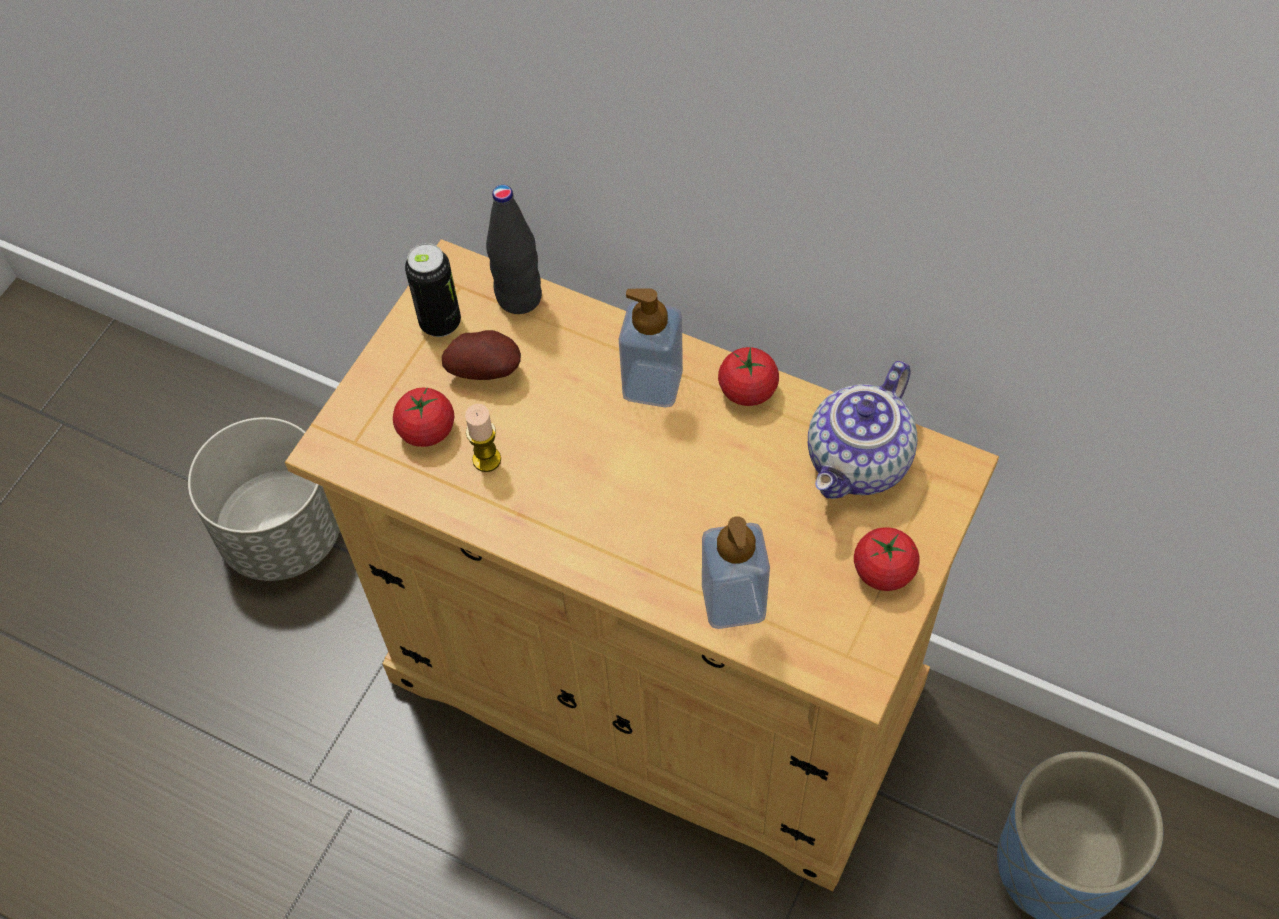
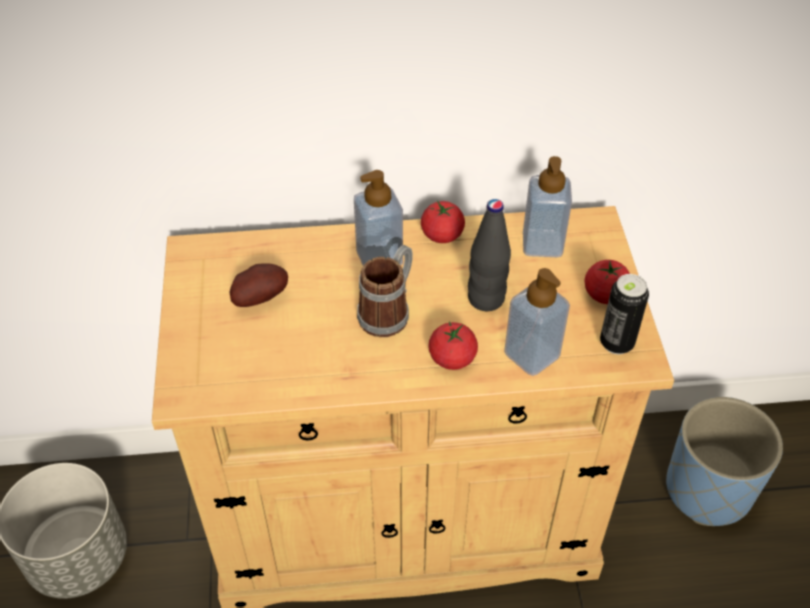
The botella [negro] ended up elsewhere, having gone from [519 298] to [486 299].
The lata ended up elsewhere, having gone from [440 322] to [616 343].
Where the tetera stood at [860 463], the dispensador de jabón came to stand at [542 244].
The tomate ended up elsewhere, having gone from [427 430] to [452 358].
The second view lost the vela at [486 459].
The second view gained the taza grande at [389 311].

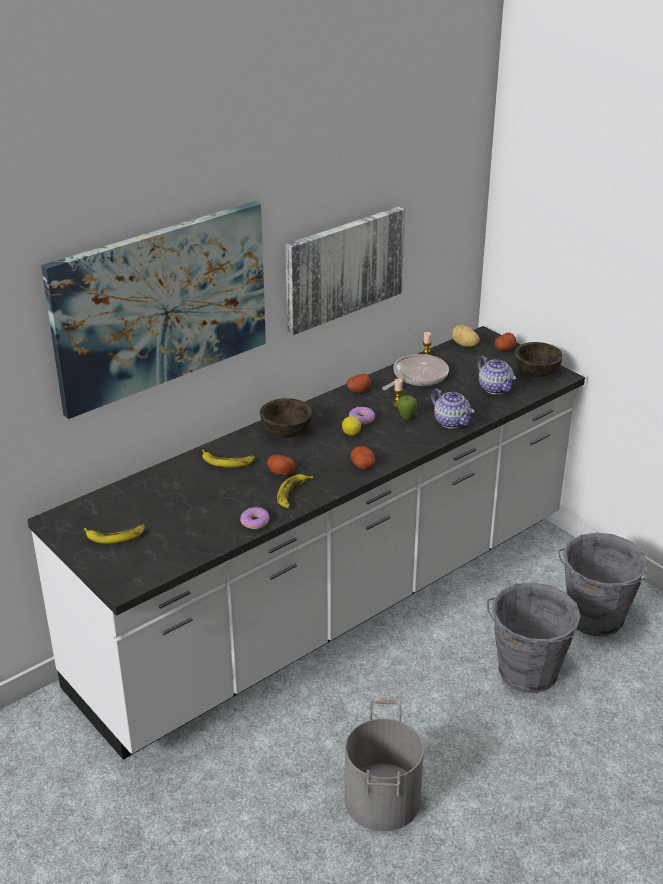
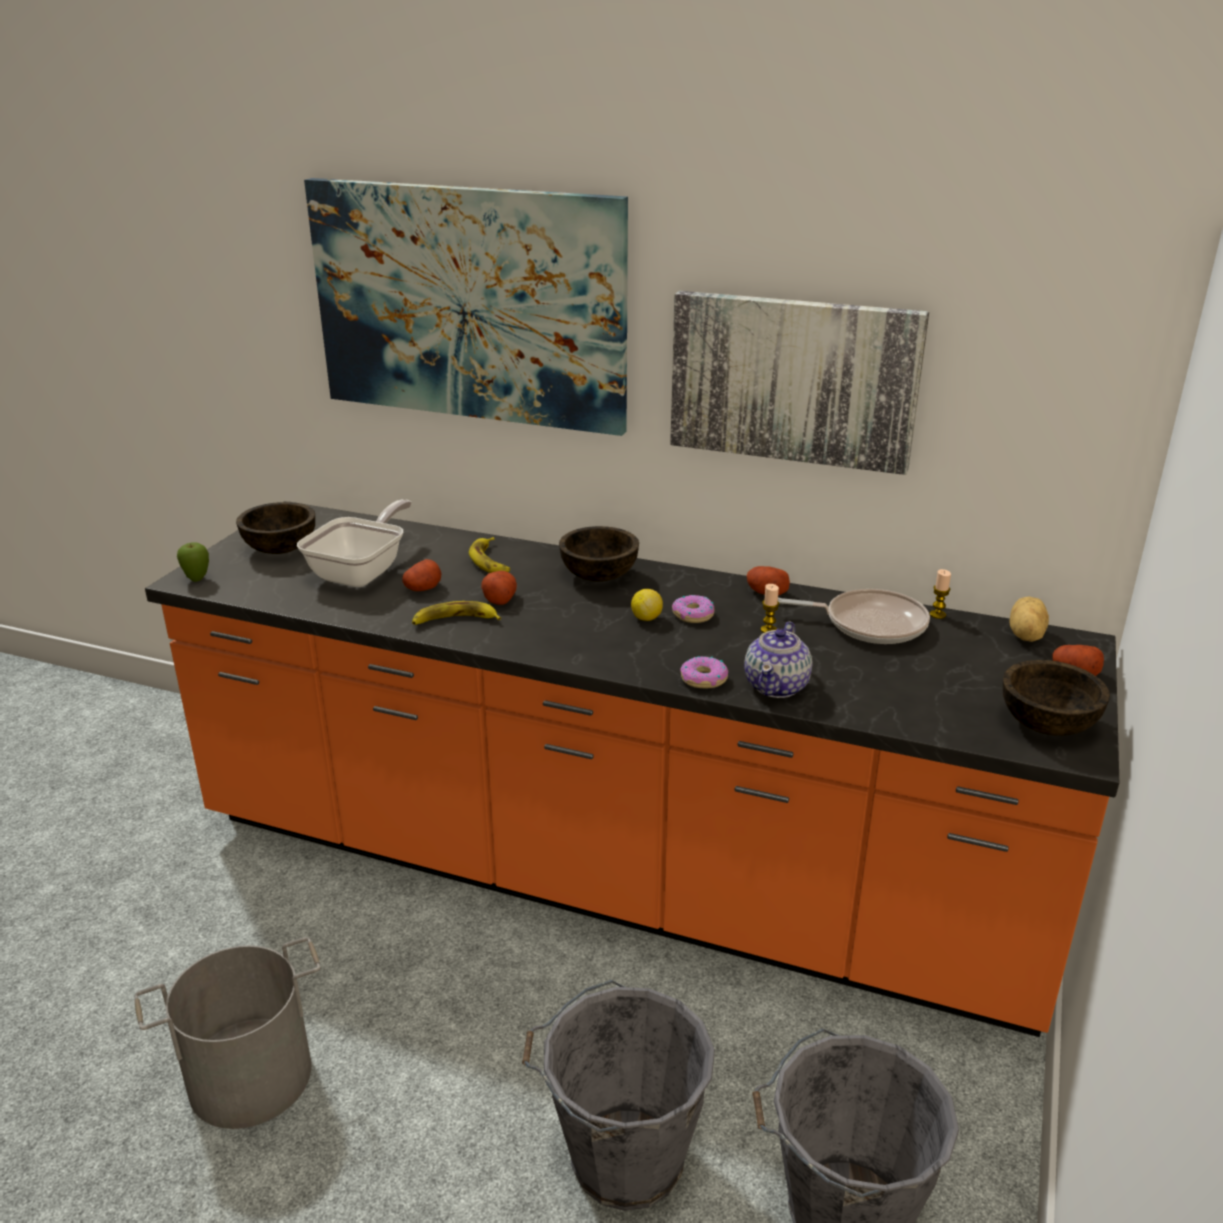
What was the mueble bajo de cocina [blanco] at [331 603] turned into the mueble bajo de cocina [naranja] at [611 872].
The second view lost the tetera at [495 388].
The manzana ended up elsewhere, having gone from [406 418] to [197 579].
The patata ended up elsewhere, having gone from [363 465] to [423 588].
The rosquilla ended up elsewhere, having gone from [255 522] to [703 679].
Where the plátano stood at [115 536], the cuenco [marrón] came to stand at [281 548].
The second view gained the sartén at [363 572].

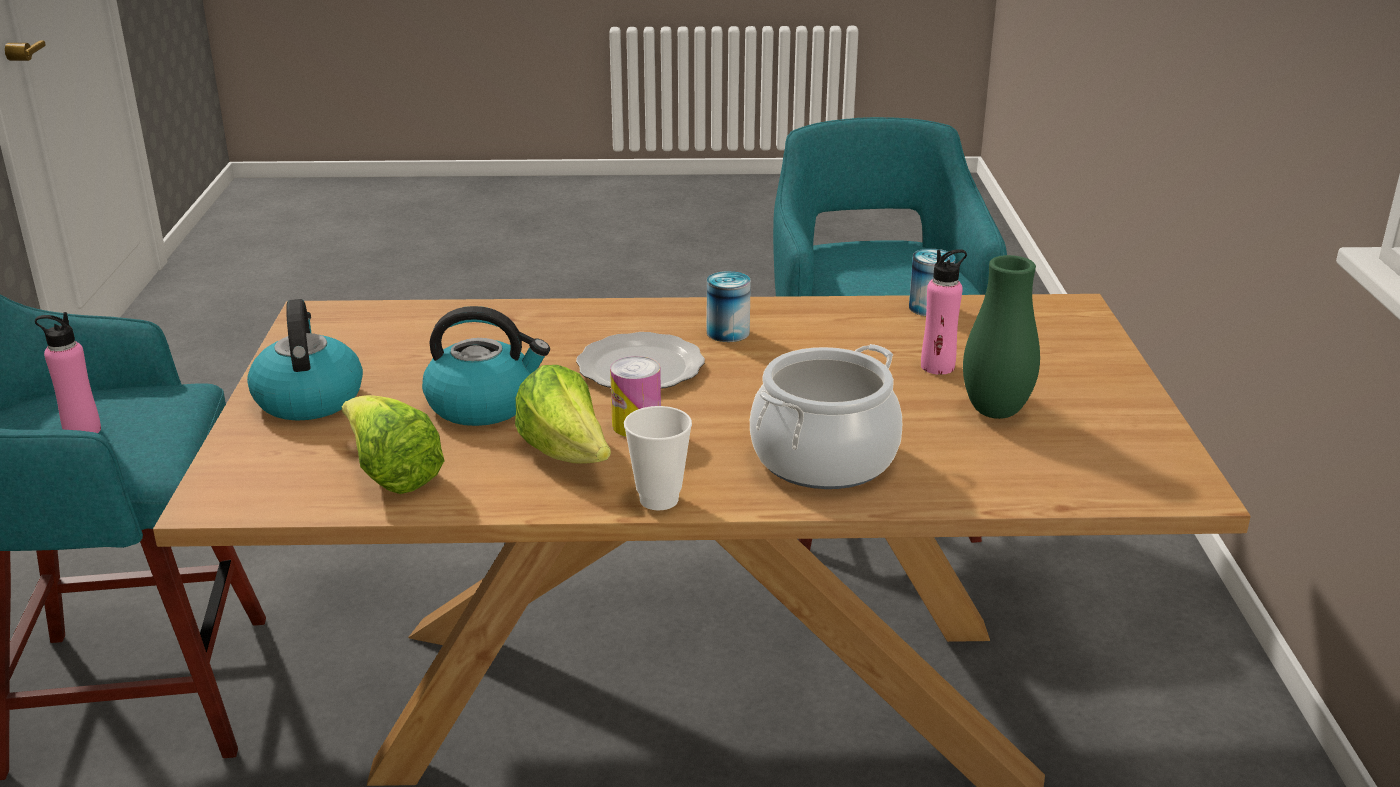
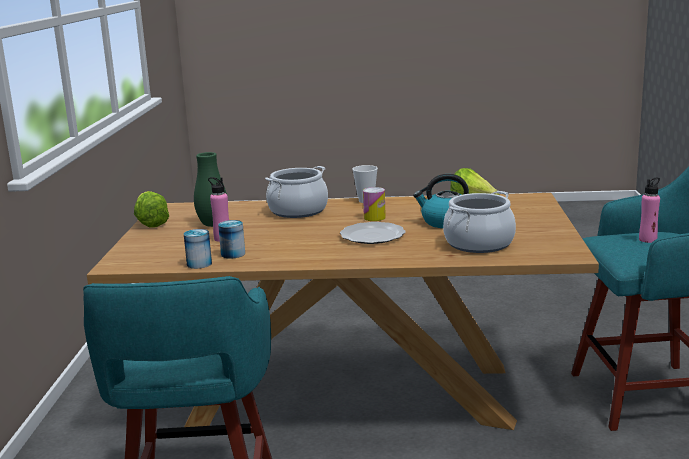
The lata ended up elsewhere, having gone from [728 332] to [233 254].
The second view lost the hervidor at [308 398].
The lechuga ended up elsewhere, having gone from [567 454] to [150 223].
The second view gained the olla at [479 244].

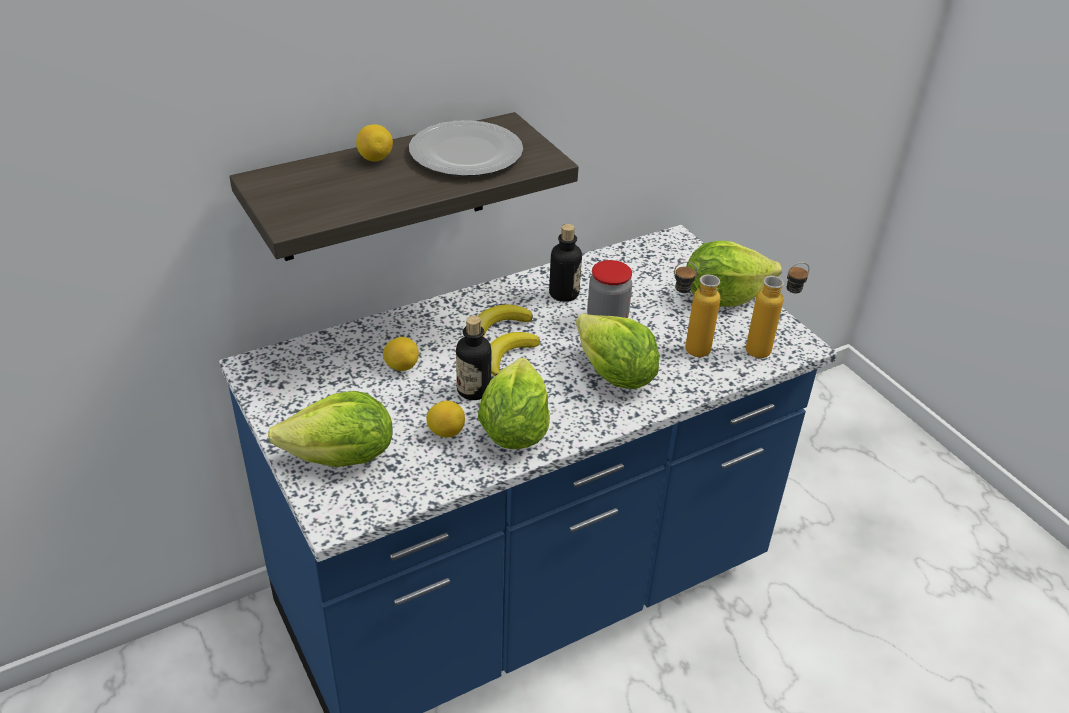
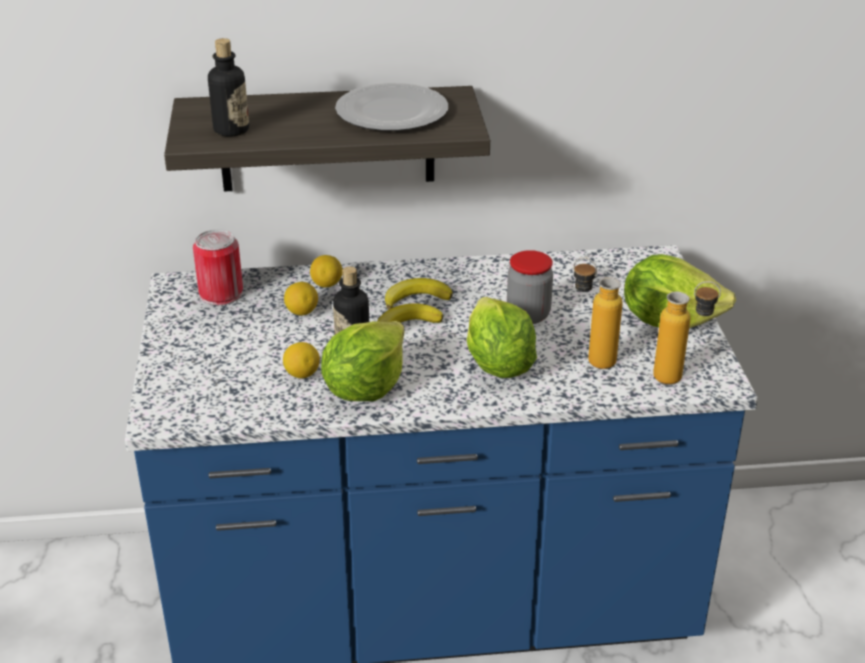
The limón ended up elsewhere, having gone from [375 159] to [327 285].
The botella ended up elsewhere, having gone from [564 294] to [231 130].
The second view lost the lechuga at [342 458].
The second view gained the lata at [221 293].

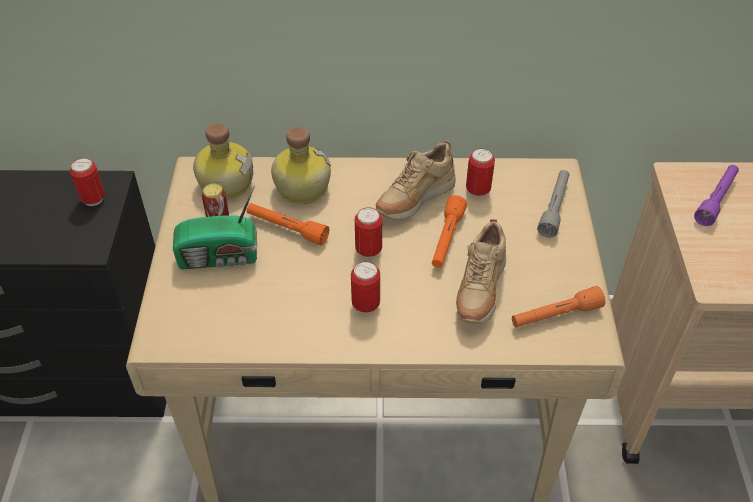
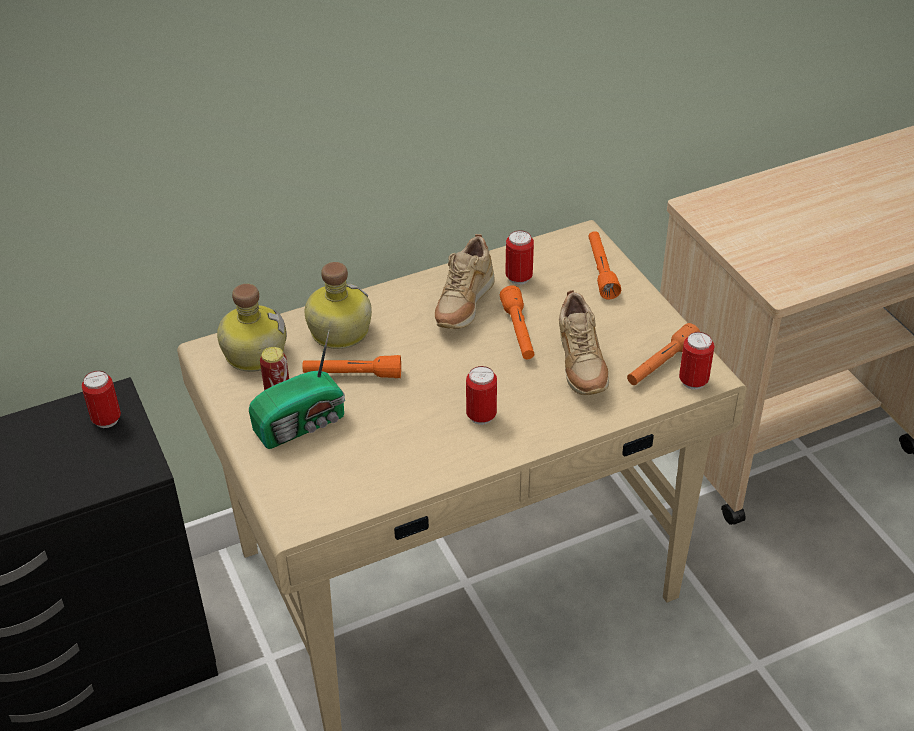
The second view lost the linterna [morado] at [716 200].
What was the linterna [gris] at [554 208] turned into the linterna [naranja] at [601 271].
The lata ended up elsewhere, having gone from [368 250] to [693 381].

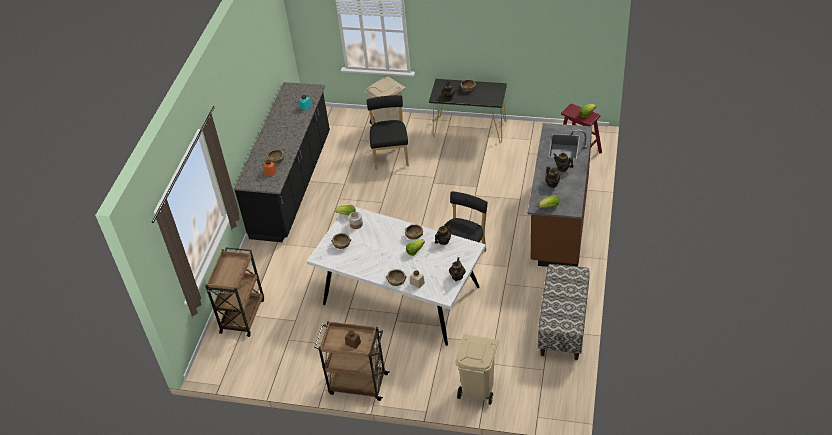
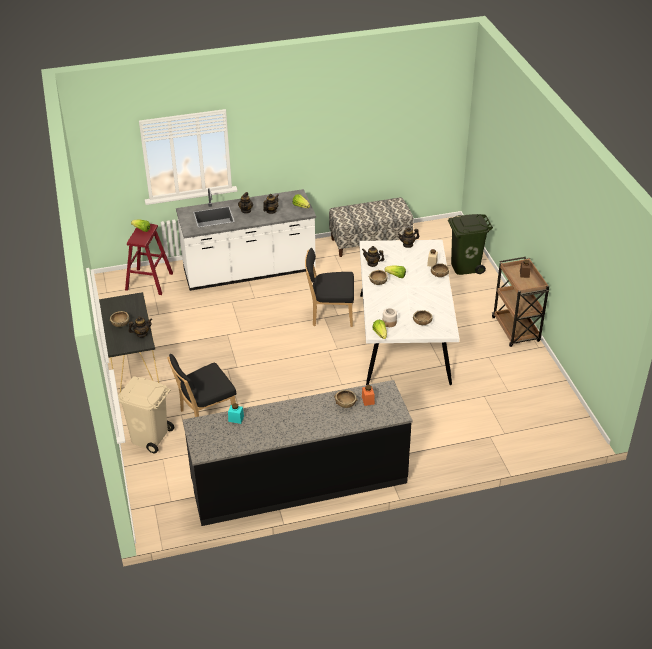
What was the mueble bajo de cocina [marrón] at [559 220] turned into the mueble bajo de cocina [blanco] at [249 272].
The second view lost the carrito [marrón] at [243 315].
What was the papelera [beis] at [478 388] turned into the papelera [verde] at [465 266].

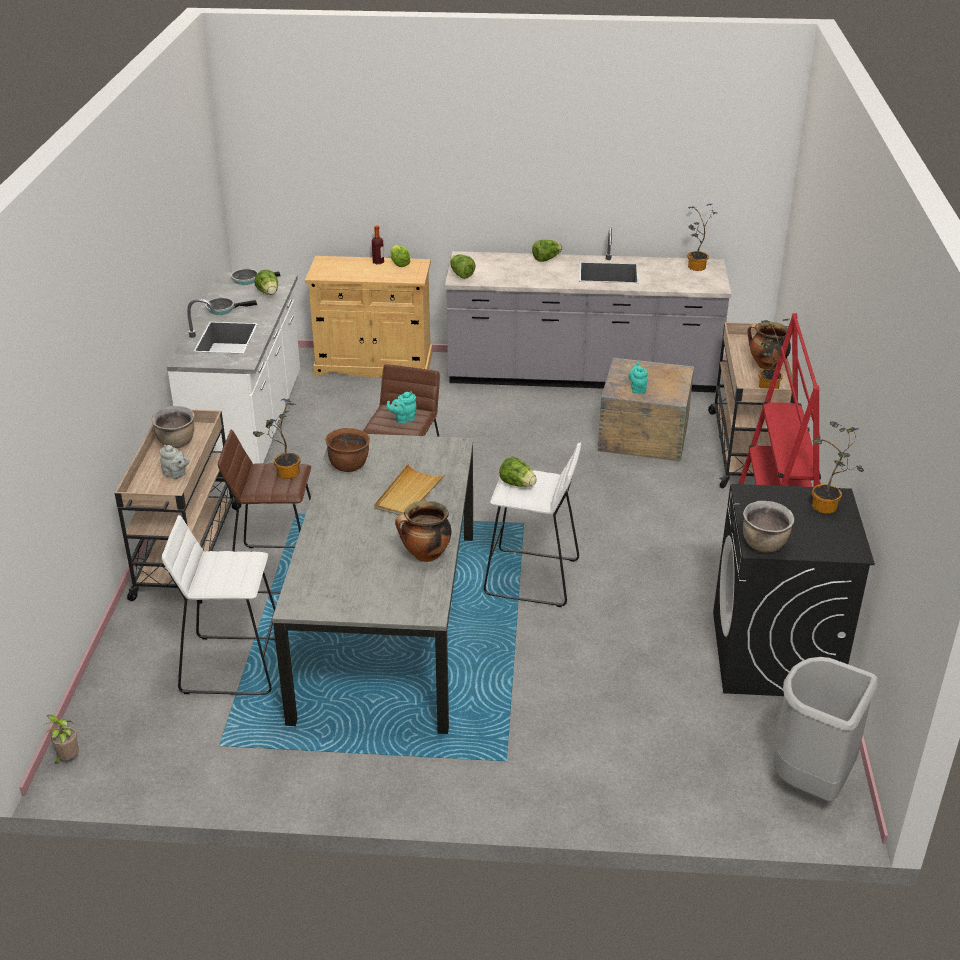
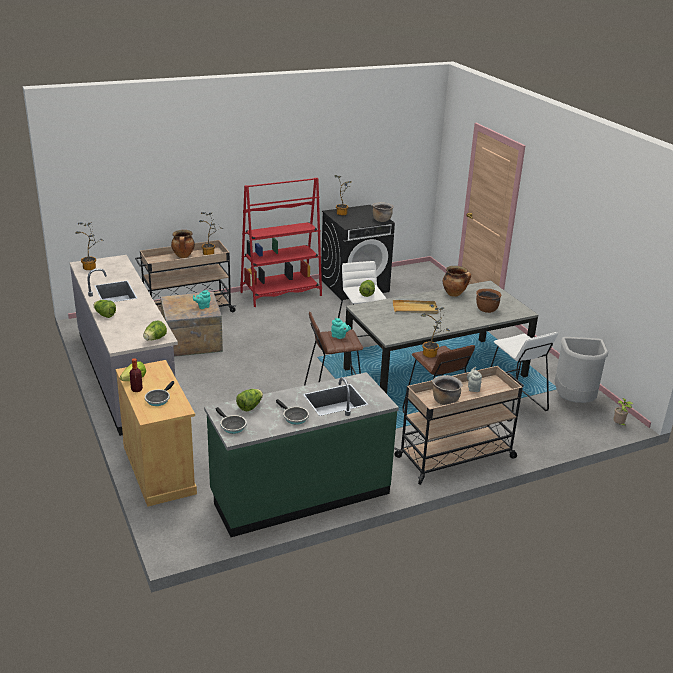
What was the mueble bajo de cocina [blanco] at [249 427] turned into the mueble bajo de cocina [verde] at [300 494].
The olla [marrón] ended up elsewhere, having gone from [349 466] to [486 309].
The papelera [gris] ended up elsewhere, having gone from [810 782] to [574 401].
The second view gained the sartén at [158 399].

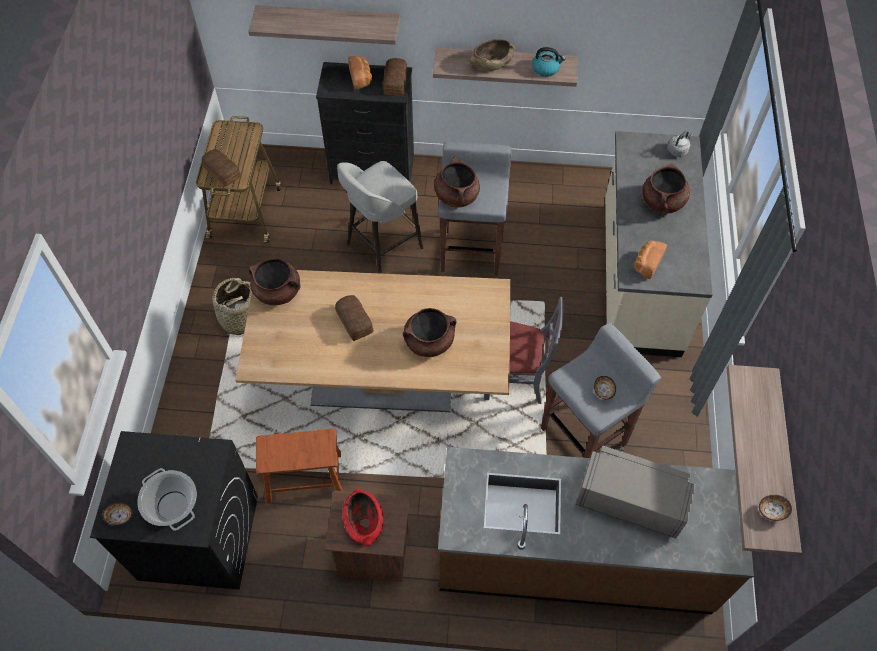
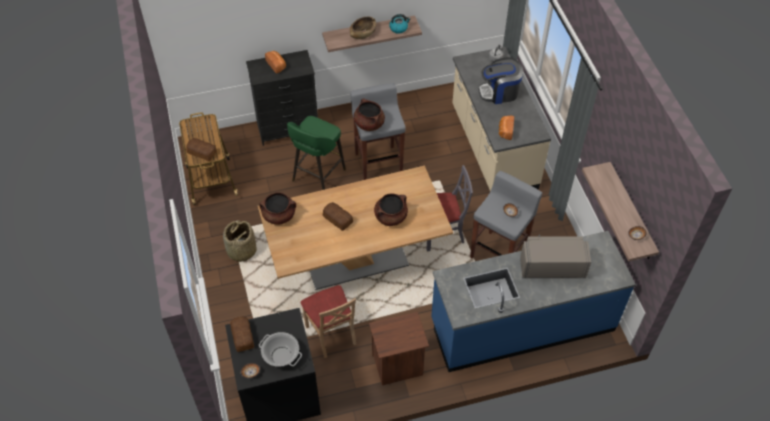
The second view lost the estante at [329 22].
The pan ended up elsewhere, having gone from [396 81] to [243 336].
What was the taburete [gris] at [382 247] turned into the taburete [verde] at [318 176].
Where the olla [marrón] stood at [662 202], the cafetera came to stand at [499 92].
Where the taburete [marrón] stood at [304 477], the silla [beis] came to stand at [331 334].
What was the mueble bajo de cocina [marrón] at [574 556] turned into the mueble bajo de cocina [azul] at [522 325].
The second view lost the cuenco [rojo] at [364 521].

